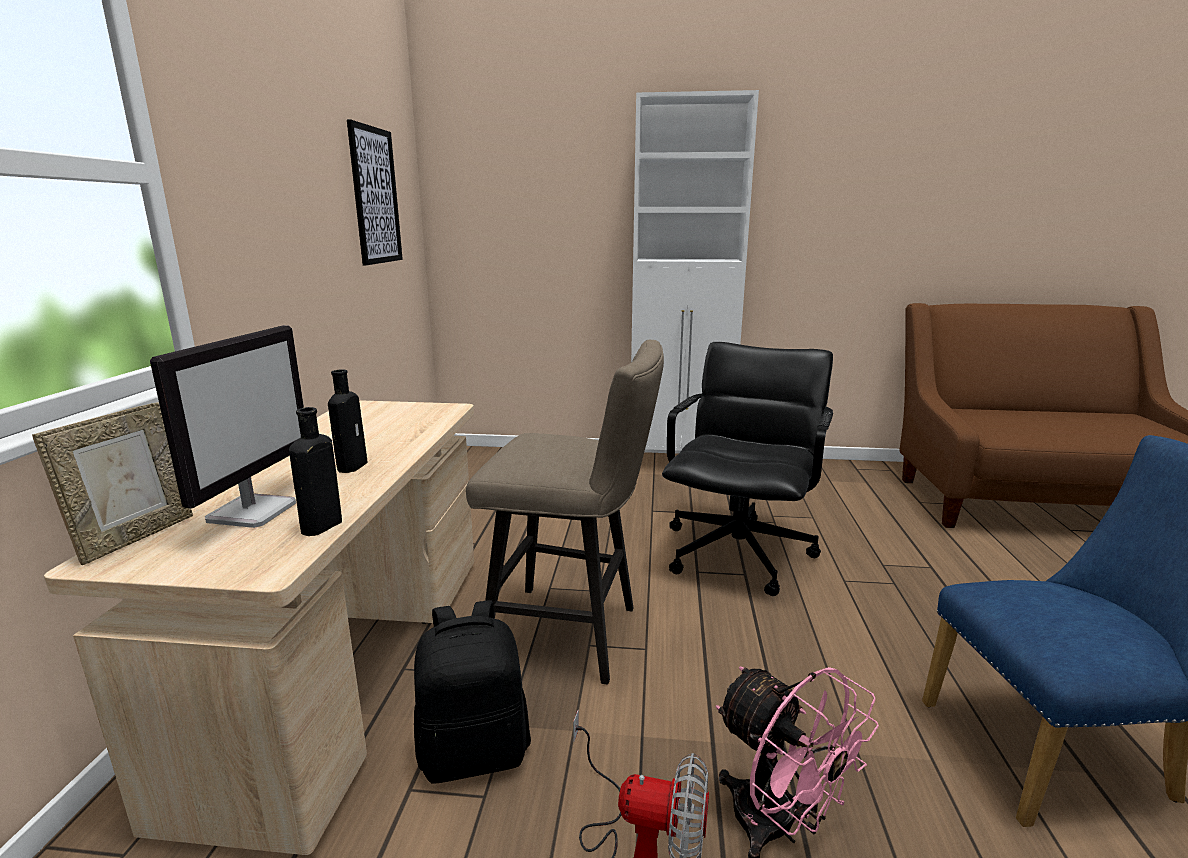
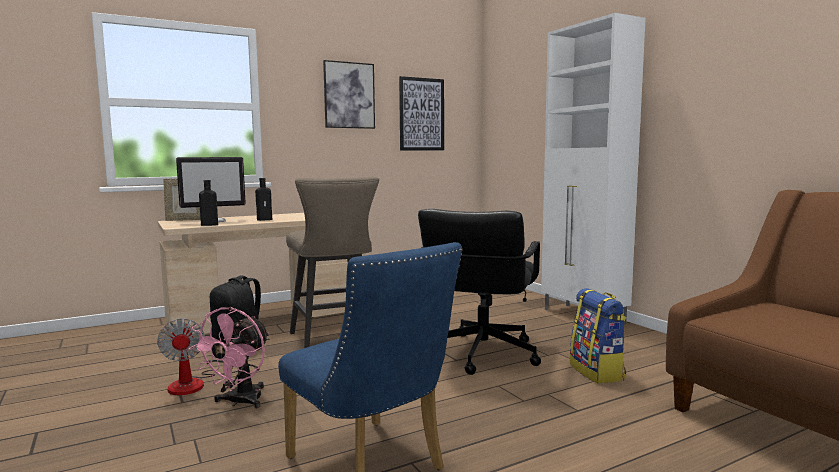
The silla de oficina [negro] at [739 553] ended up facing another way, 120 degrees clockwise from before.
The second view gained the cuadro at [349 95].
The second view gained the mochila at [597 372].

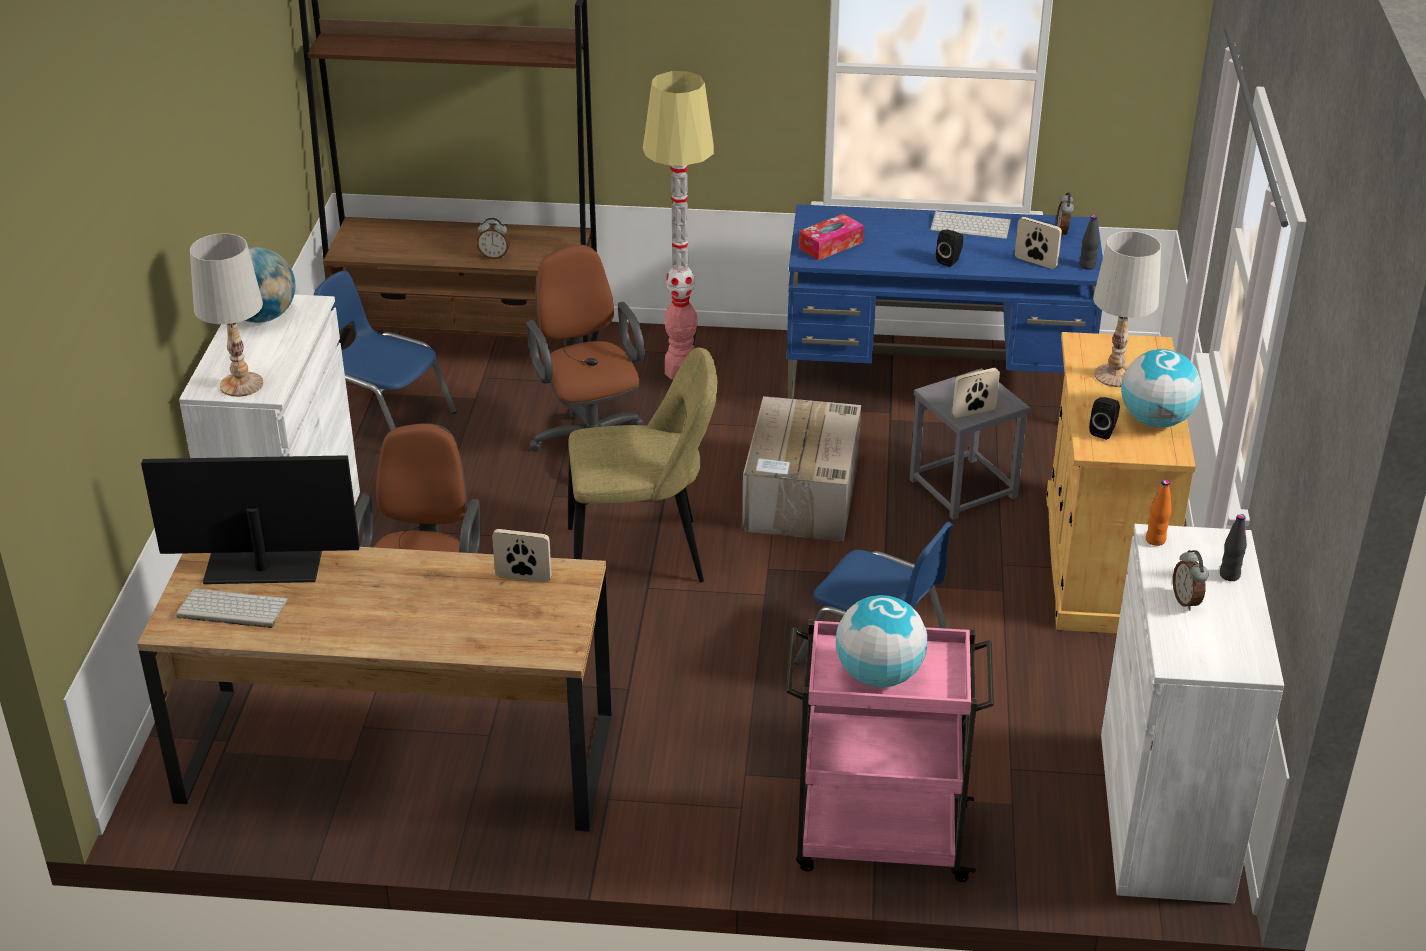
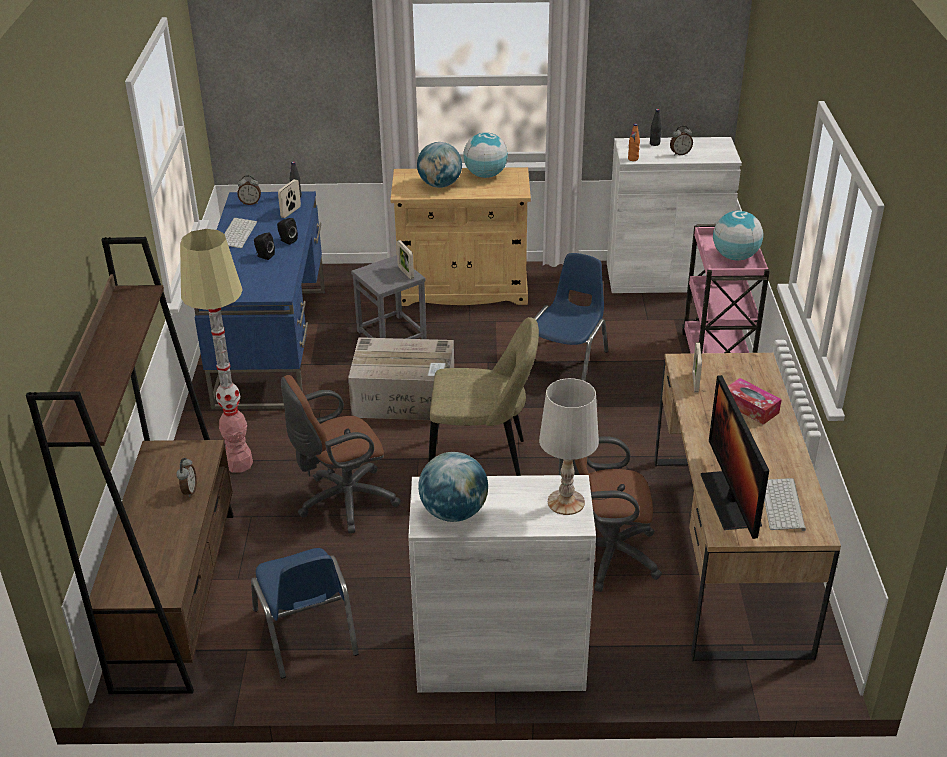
The caja de pañuelos ended up elsewhere, having gone from [830 245] to [750 407].
Where the lámpara de mesa [blanco] stood at [1114 375], the globo terráqueo came to stand at [440 185].
The silla [azul] at [386 419] ended up facing another way, 45 degrees counterclockwise from before.
The silla [beis] at [643 555] ended up facing another way, 105 degrees clockwise from before.
The altavoz [negro] ended up elsewhere, having gone from [1104 431] to [264 256].

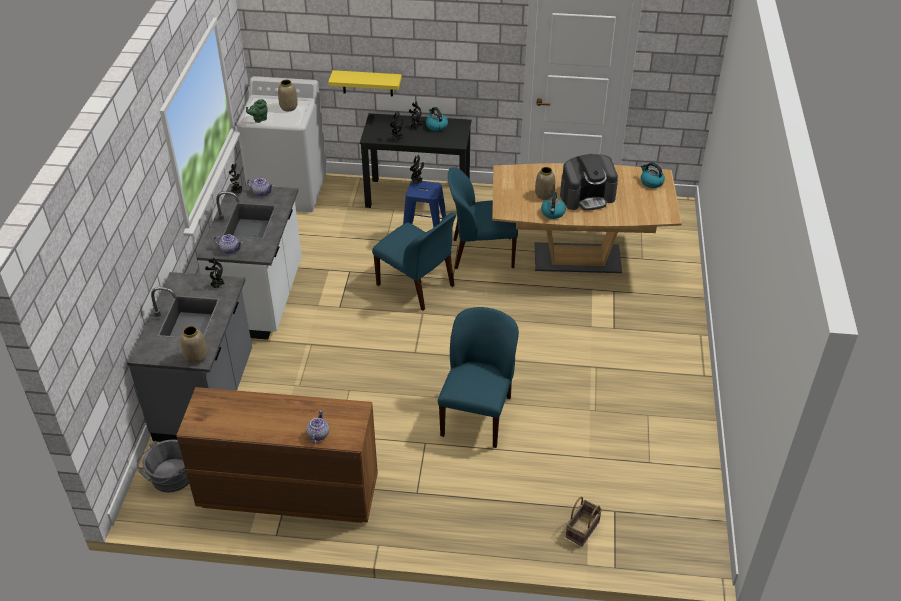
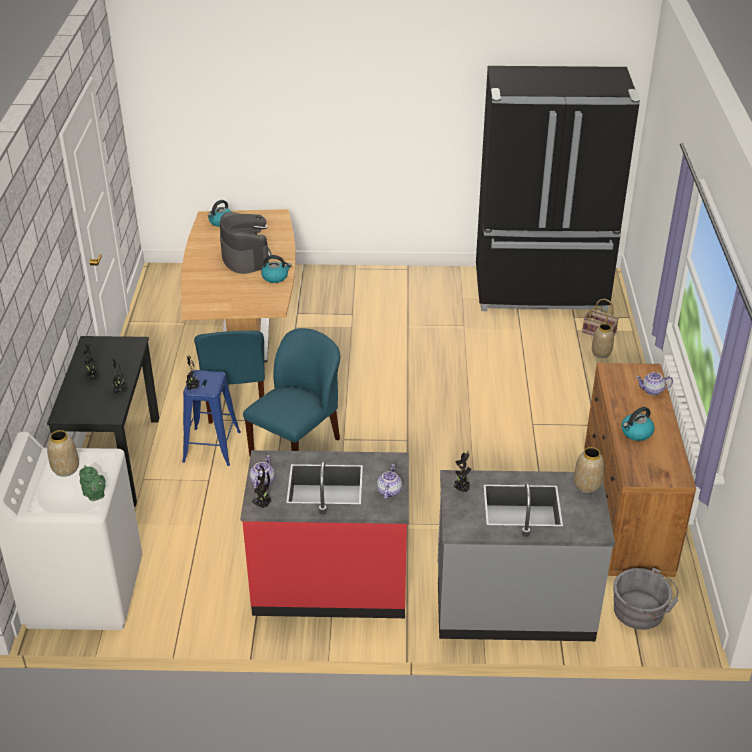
The second view lost the estante [amarillo] at [367 83].
The hervidor ended up elsewhere, having gone from [436 126] to [636 433].
The florero ended up elsewhere, having gone from [544 195] to [601 353].
What was the mueble bajo de cocina [blanco] at [262 299] turned into the mueble bajo de cocina [rojo] at [330 582].
The second view lost the silla [azul] at [477 415].
The second view gained the nevera [negro] at [541 291].

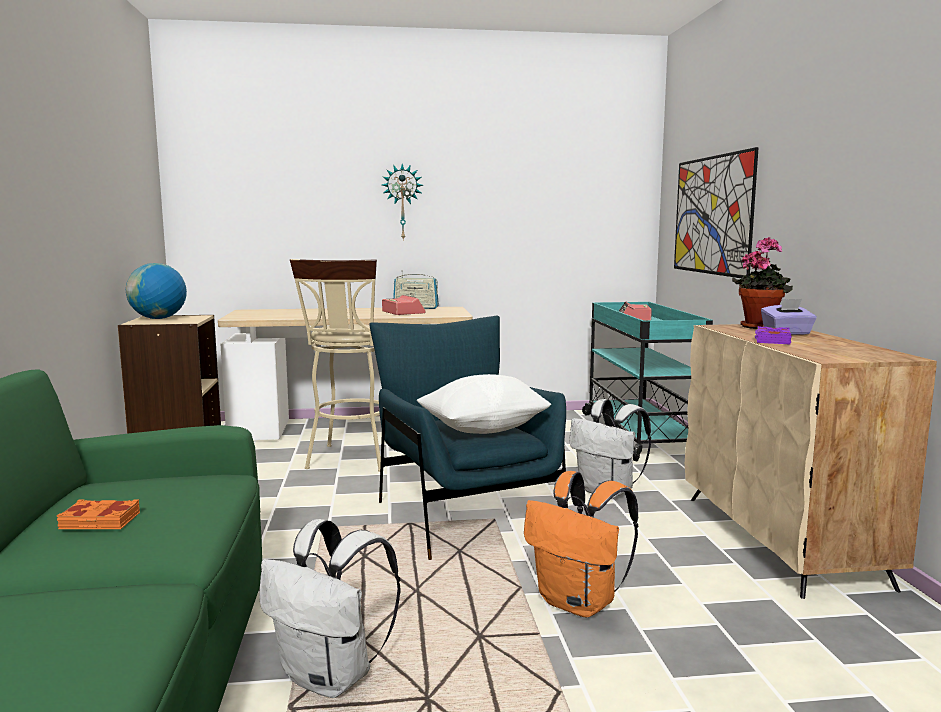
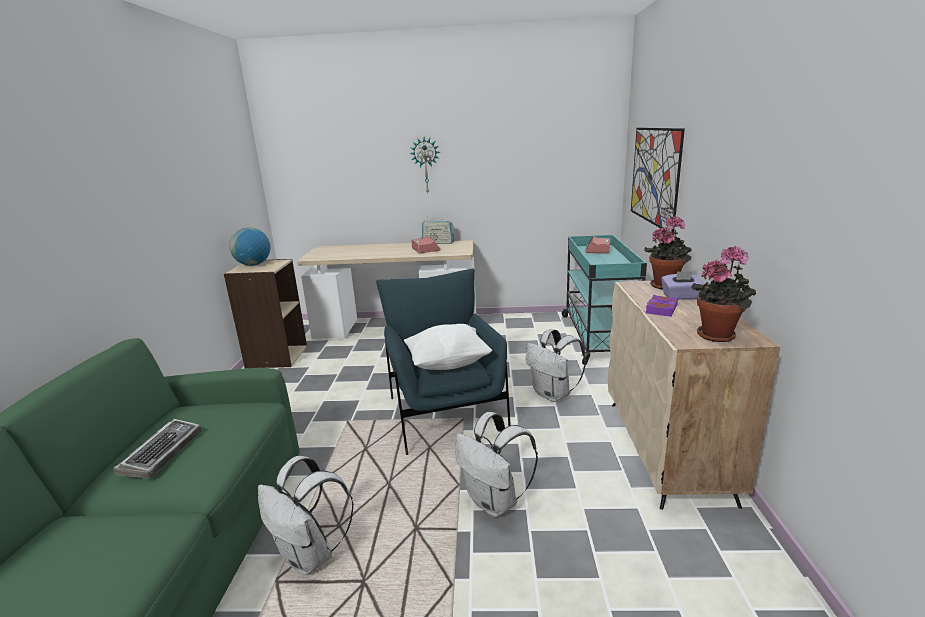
The second view lost the taburete [beis] at [351 460].
What was the mochila [naranja] at [579 603] turned into the mochila [blanco] at [495 502].
Where the libro [naranja] stood at [99 521], the teclado came to stand at [162 452].
The second view gained the planta en maceta at [719 335].

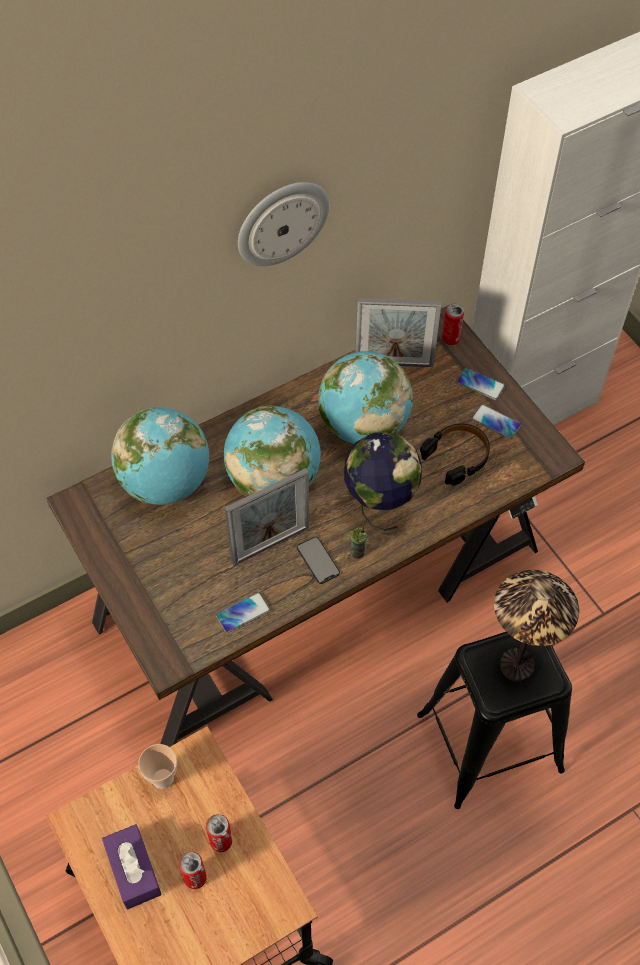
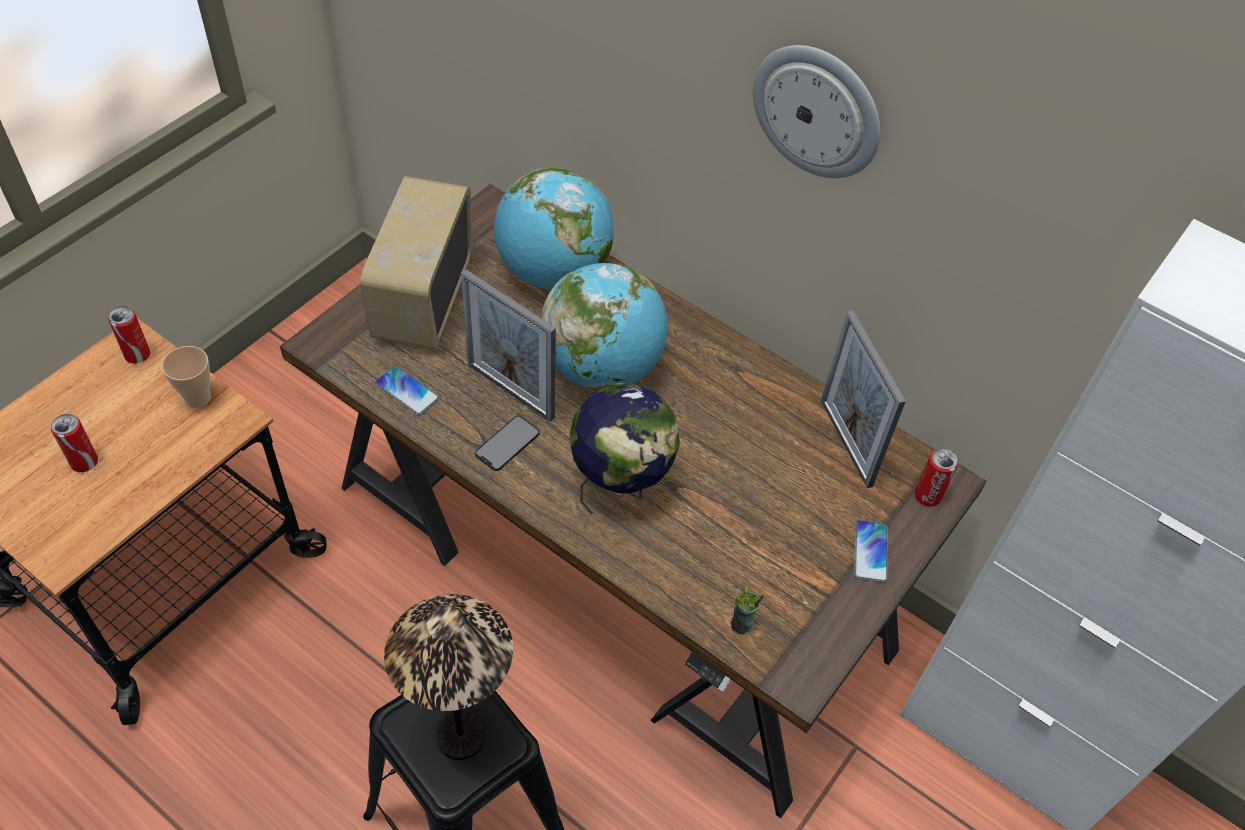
The second view lost the globo terráqueo at [363 425].
The second view lost the móvil at [496 422].
The second view lost the auriculares [negro] at [457 456].
The taza ended up elsewhere, having gone from [358 552] to [741 625].
The lata ended up elsewhere, having gone from [221 841] to [137 355].
The second view lost the caja de pañuelos [morado] at [133 870].
The second view gained the radio at [422 299].

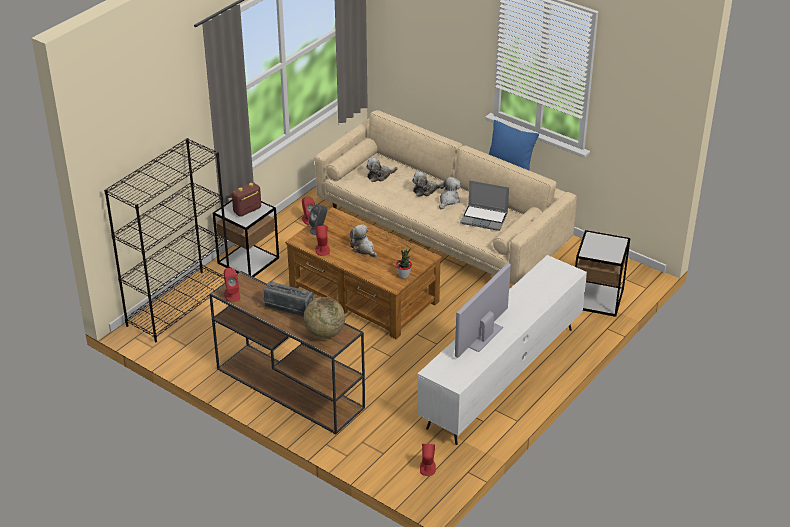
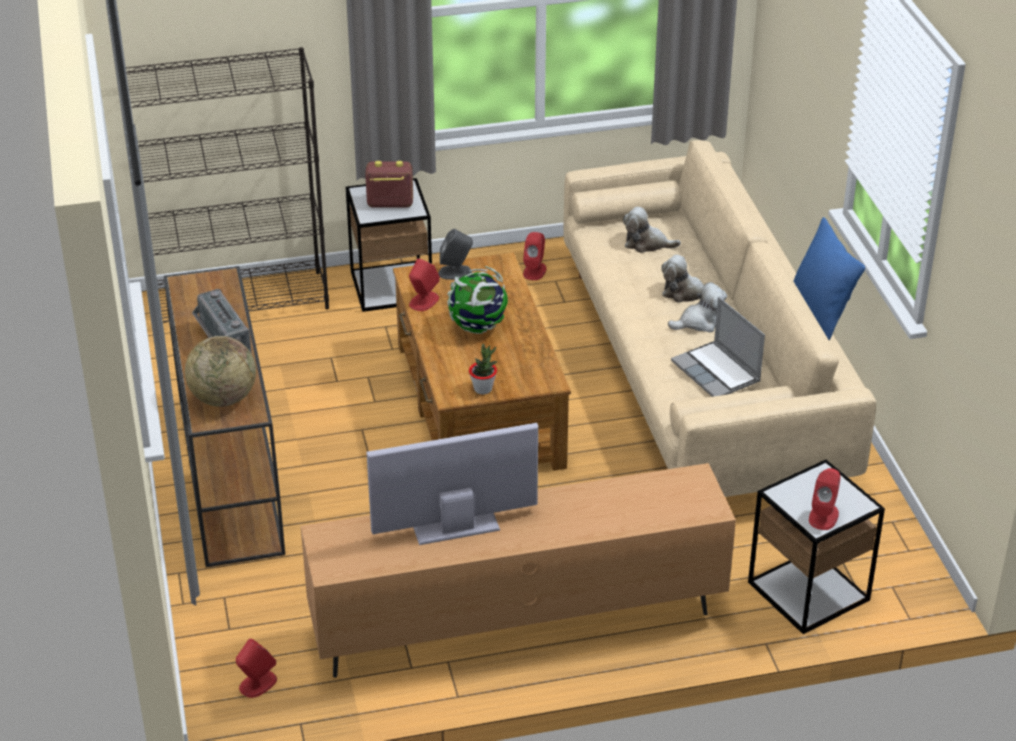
Where the peluche stood at [363 248], the globo terráqueo came to stand at [478 326].
What was the mueble de televisión [blanco] at [501 376] turned into the mueble de televisión [marrón] at [517 621].
The altavoz [rojo] ended up elsewhere, having gone from [232 294] to [823 516].

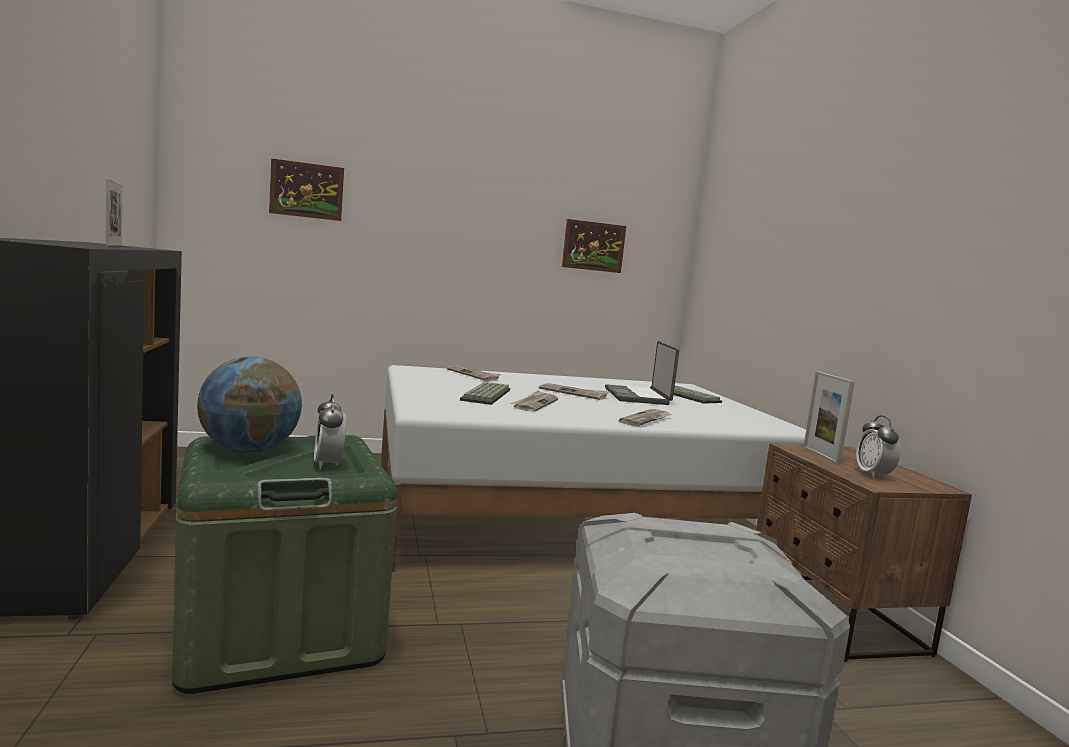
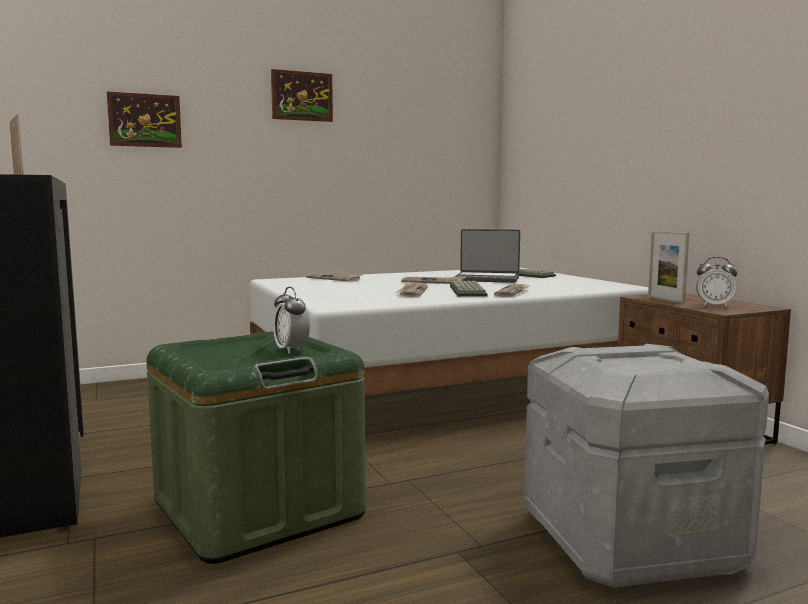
The cuadro ended up elsewhere, having gone from [593 246] to [302 96].
The portátil at [638 396] ended up facing another way, 60 degrees counterclockwise from before.
The second view lost the globo terráqueo at [249 451].
The teclado ended up elsewhere, having gone from [487 395] to [469 291].
The despertador at [873 474] ended up facing another way, 60 degrees counterclockwise from before.

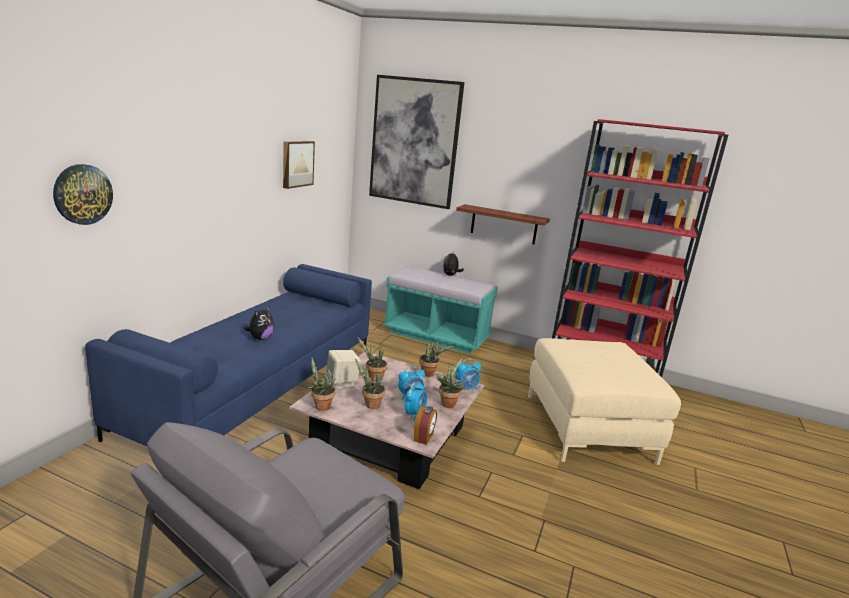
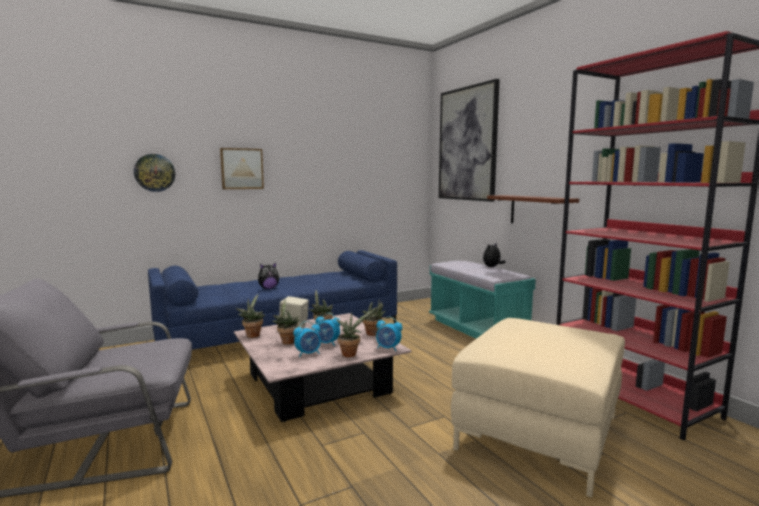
The cuadro ended up elsewhere, having gone from [296 163] to [241 169].
The second view lost the despertador at [424 437].

